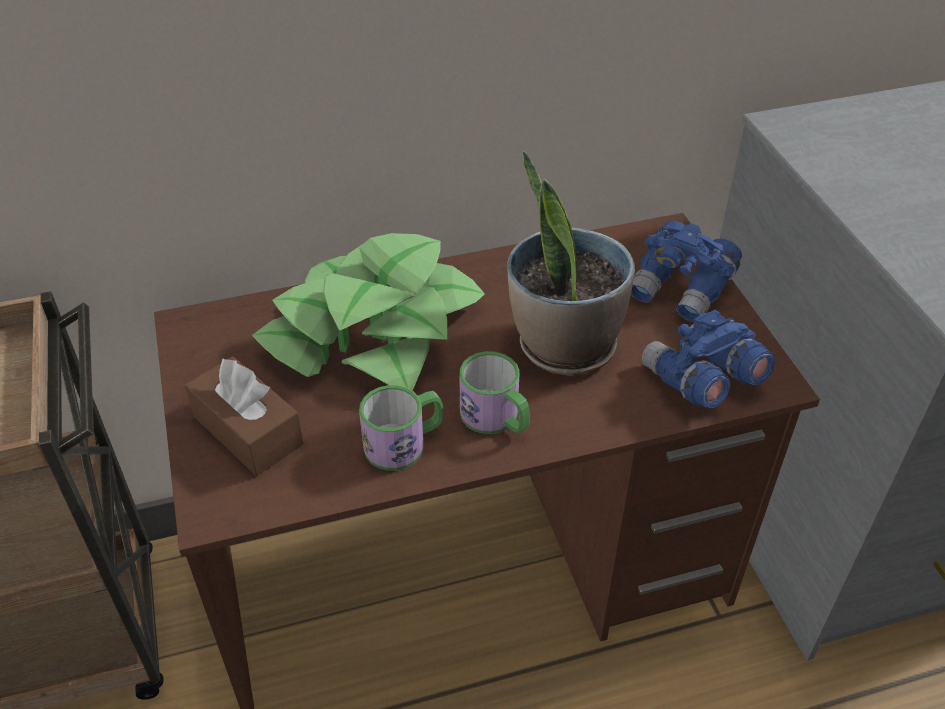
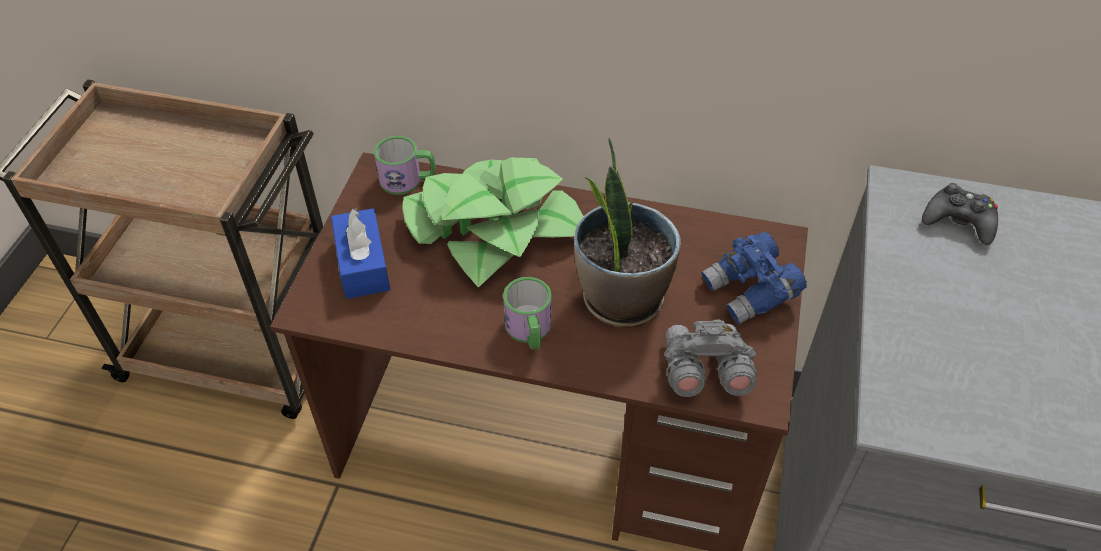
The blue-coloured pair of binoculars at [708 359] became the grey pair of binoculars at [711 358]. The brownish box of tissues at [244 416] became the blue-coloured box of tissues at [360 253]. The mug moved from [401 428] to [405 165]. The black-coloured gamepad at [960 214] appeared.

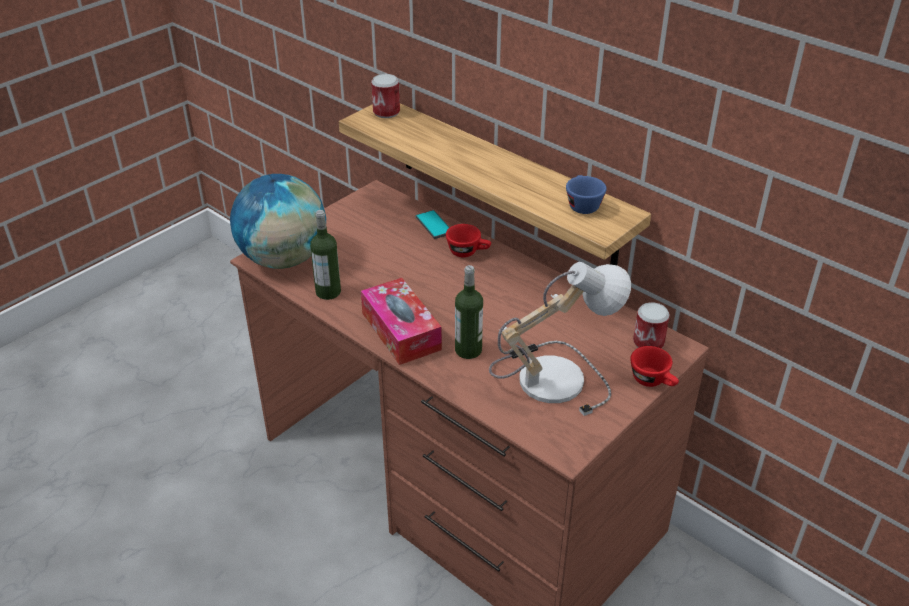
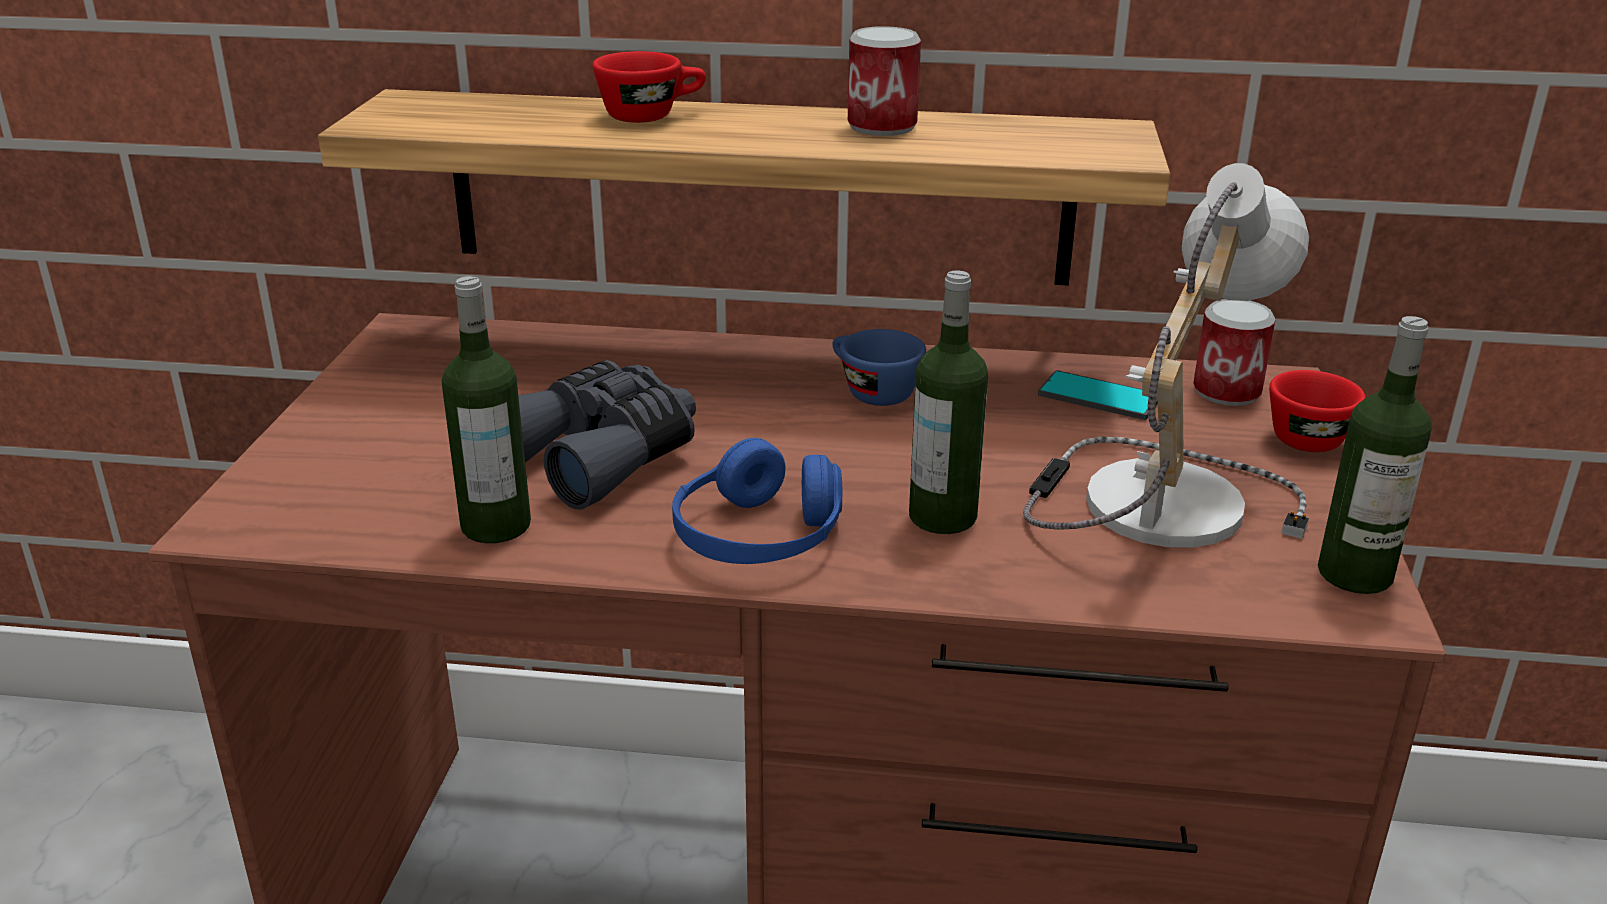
The can moved from [385 96] to [884 81]. The globe at [278 221] disappeared. The blue-coloured small cup moved from [586 194] to [879 367]. The handset moved from [433 224] to [1098 395]. The red small cup moved from [468 240] to [649 87]. The box of tissues at [401 321] was replaced by the blue-coloured headset at [757 501]. The bottle at [1375 455] appeared. The grey pair of binoculars at [607 435] appeared.

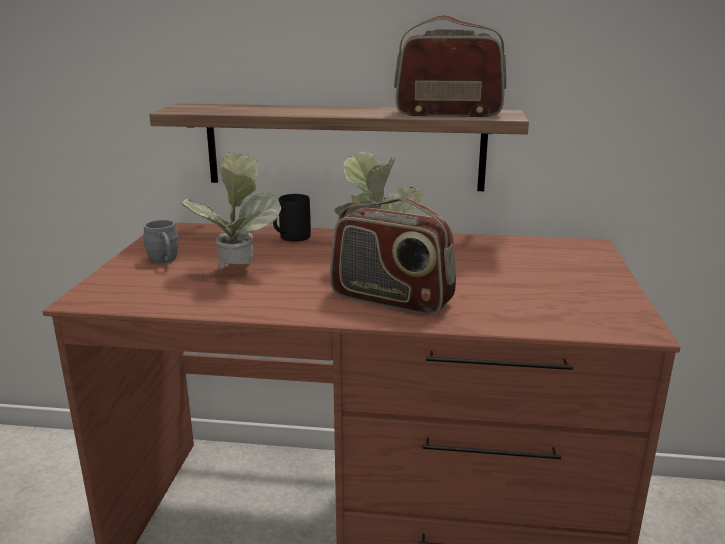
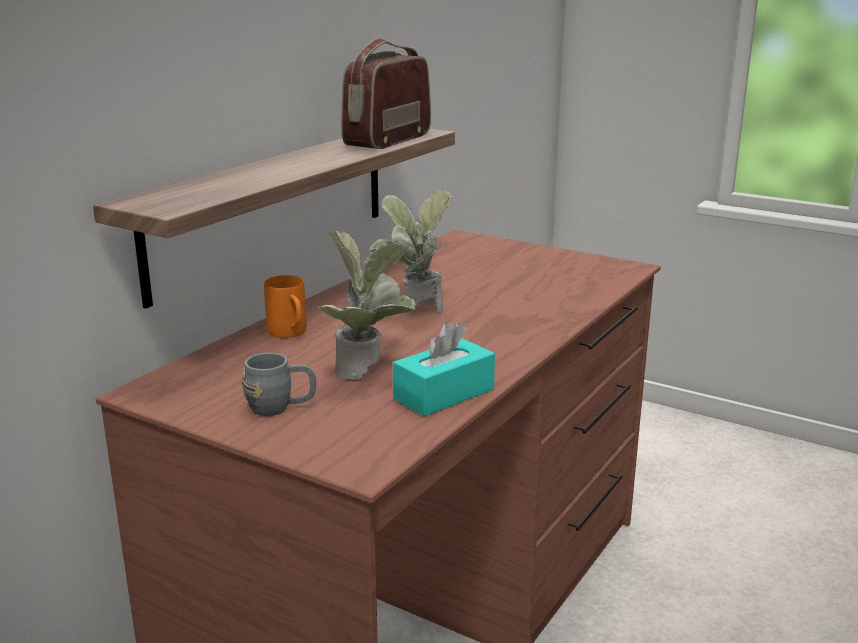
The black-coloured mug at [292 218] became the orange-coloured mug at [285 306]. The radio receiver at [393 256] disappeared. The turquoise-coloured box of tissues at [444 368] appeared.

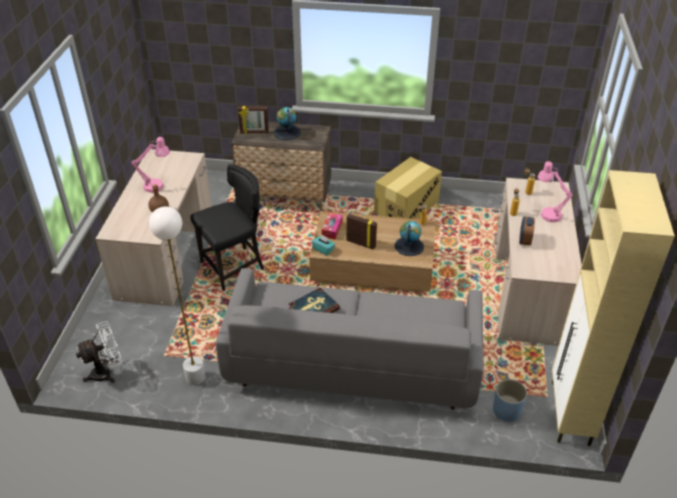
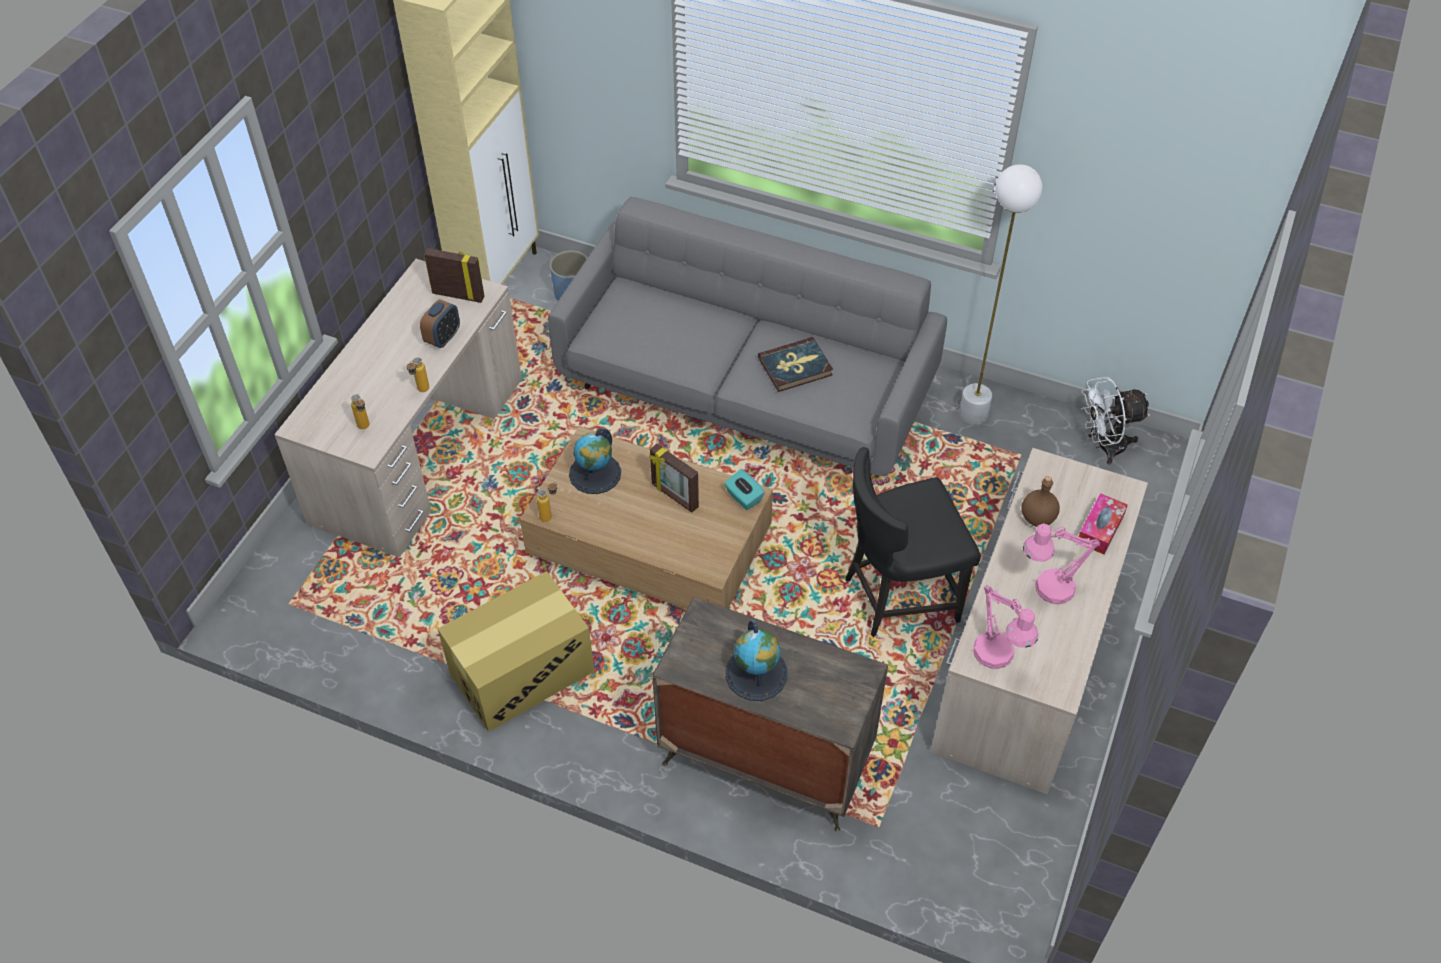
The standing frame moved from [253 120] to [454 275]. The pink-coloured lamp for a table moved from [555 191] to [1005 627]. The box of tissues moved from [332 226] to [1103 524].

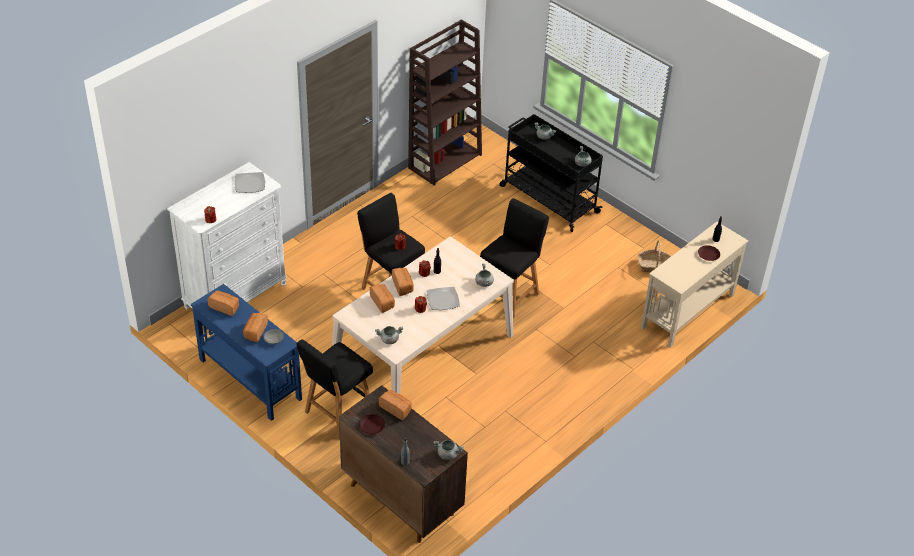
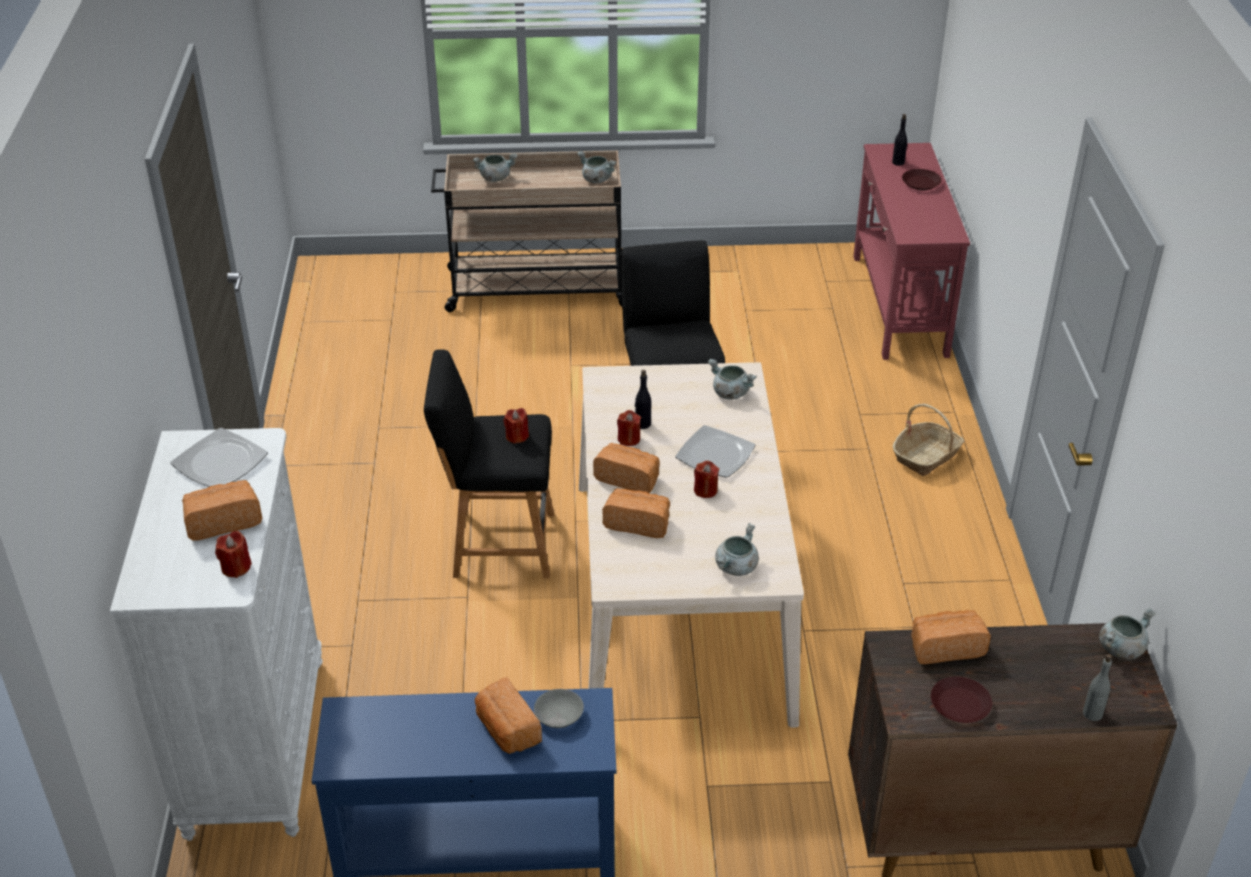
The brownish shelving unit at [445 102] disappeared. The black-coloured wheeled cart at [551 173] became the sand-coloured wheeled cart at [526 231]. The sand-coloured narrow table at [694 285] became the red narrow table at [911 251]. The storage basket moved from [654 256] to [928 440]. The bread moved from [223 303] to [222 510]. The black-coloured stool seat at [334 389] disappeared.

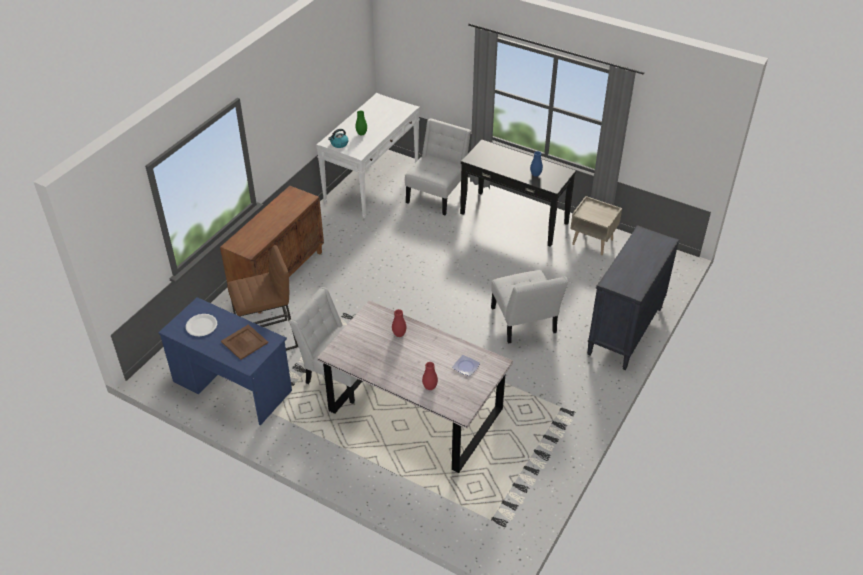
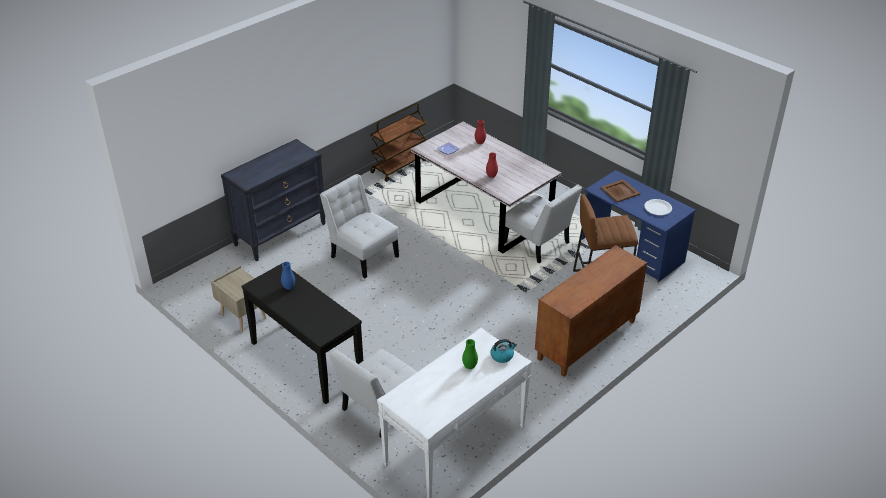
The whitish plain chair at [529 307] turned 45 degrees counterclockwise. The brownish wheeled cart at [398 142] appeared.

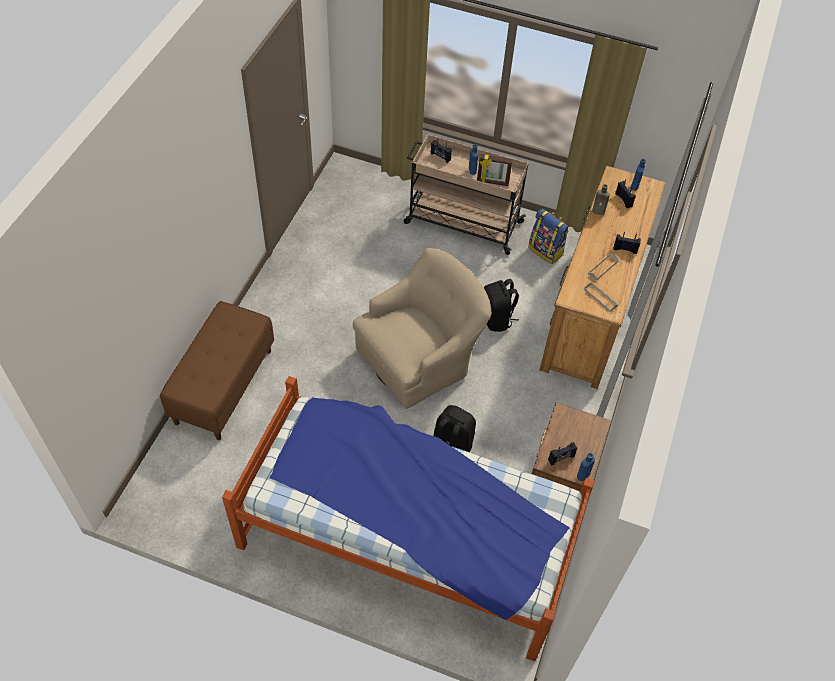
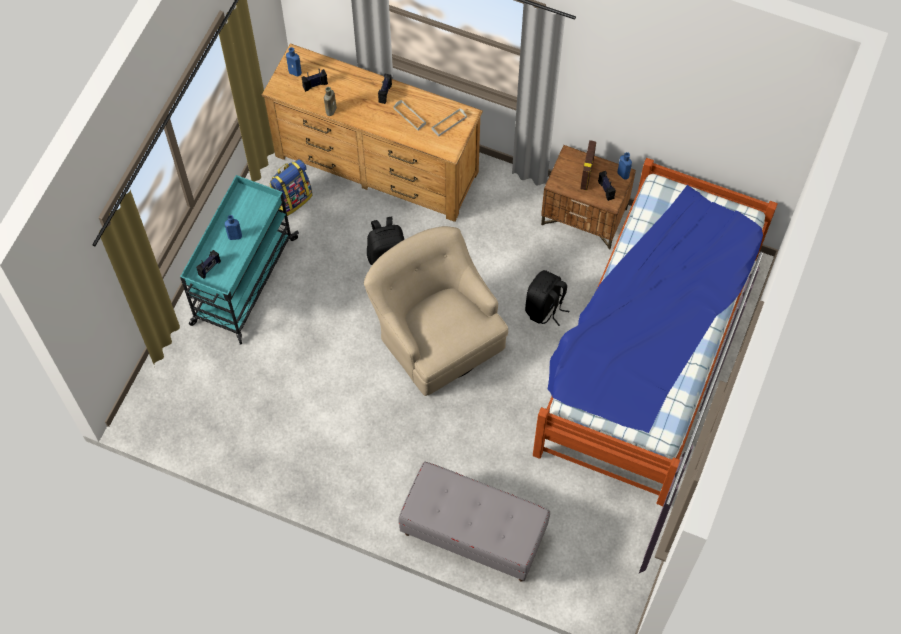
The sand-coloured wheeled cart at [466 194] became the turquoise-coloured wheeled cart at [239 259]. The standing frame moved from [495 170] to [588 165]. The brownish indoor bench at [217 370] became the grey indoor bench at [474 521].

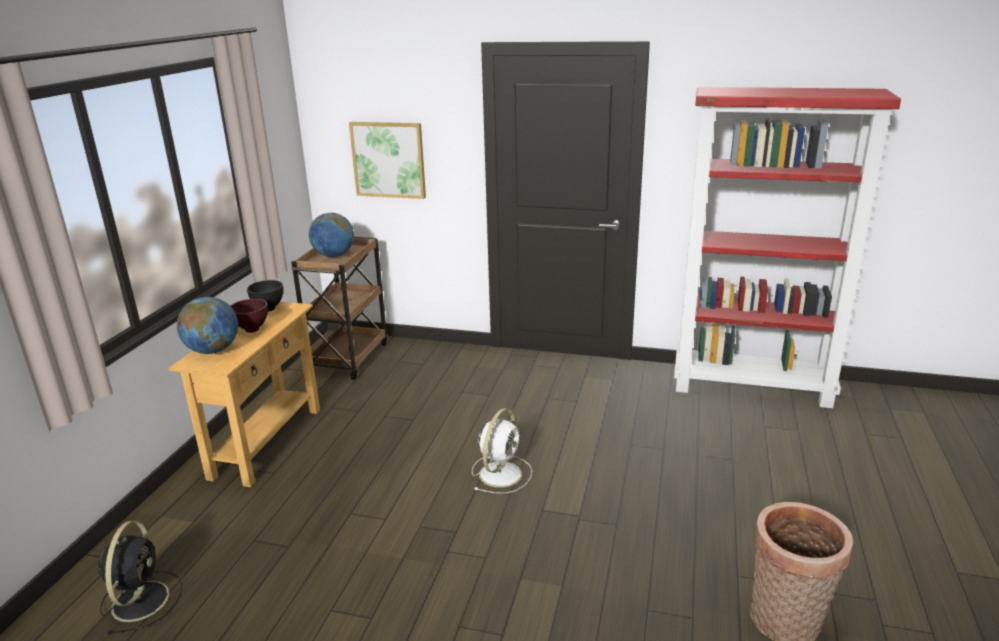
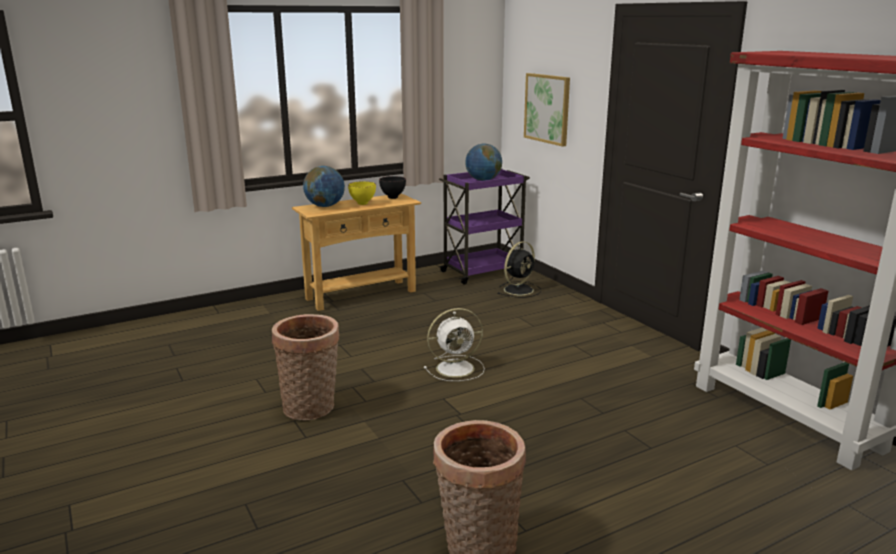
The brownish wheeled cart at [339 308] became the purple wheeled cart at [484 226]. The brownish bowl at [249 316] became the yellow-coloured bowl at [362 193]. The black-coloured electric fan moved from [140 577] to [519 269]. The storage basket at [305 367] appeared.

